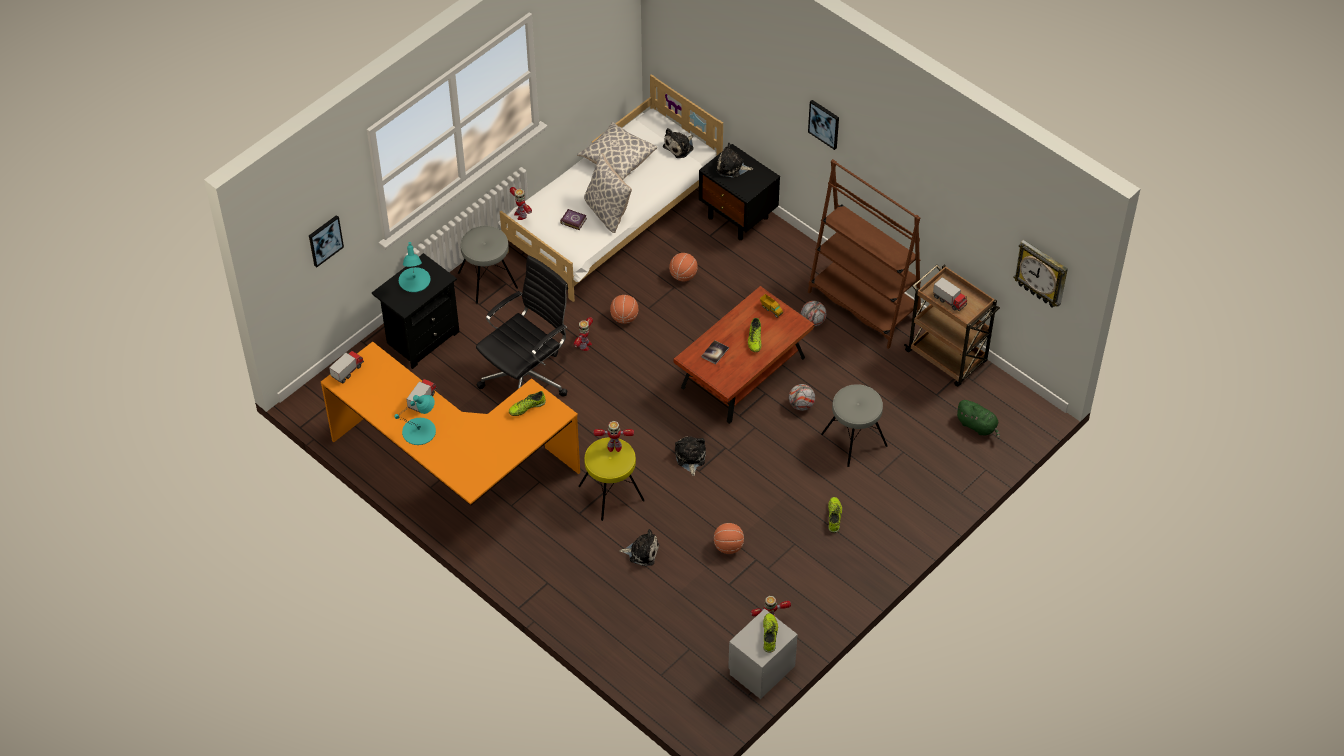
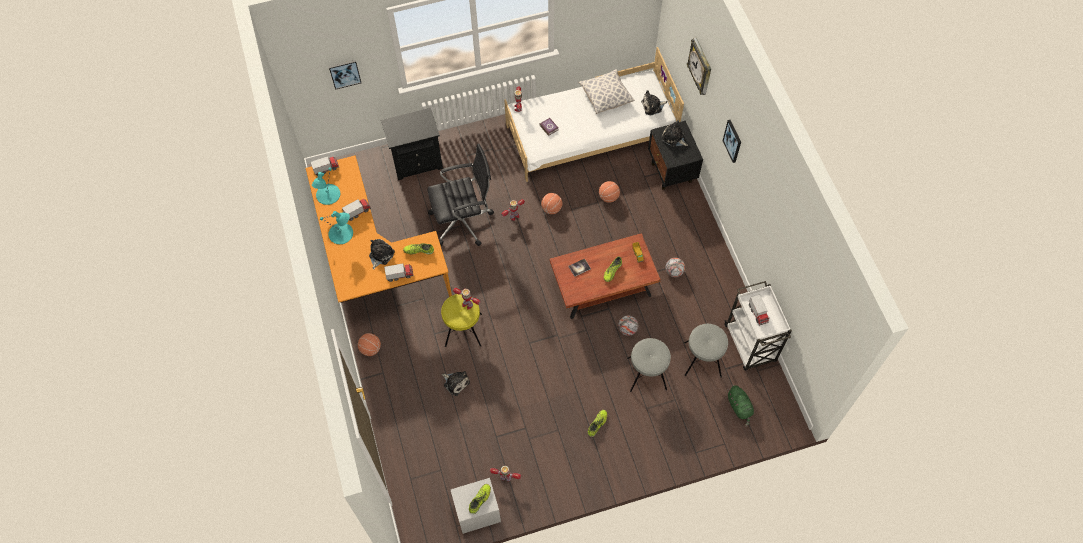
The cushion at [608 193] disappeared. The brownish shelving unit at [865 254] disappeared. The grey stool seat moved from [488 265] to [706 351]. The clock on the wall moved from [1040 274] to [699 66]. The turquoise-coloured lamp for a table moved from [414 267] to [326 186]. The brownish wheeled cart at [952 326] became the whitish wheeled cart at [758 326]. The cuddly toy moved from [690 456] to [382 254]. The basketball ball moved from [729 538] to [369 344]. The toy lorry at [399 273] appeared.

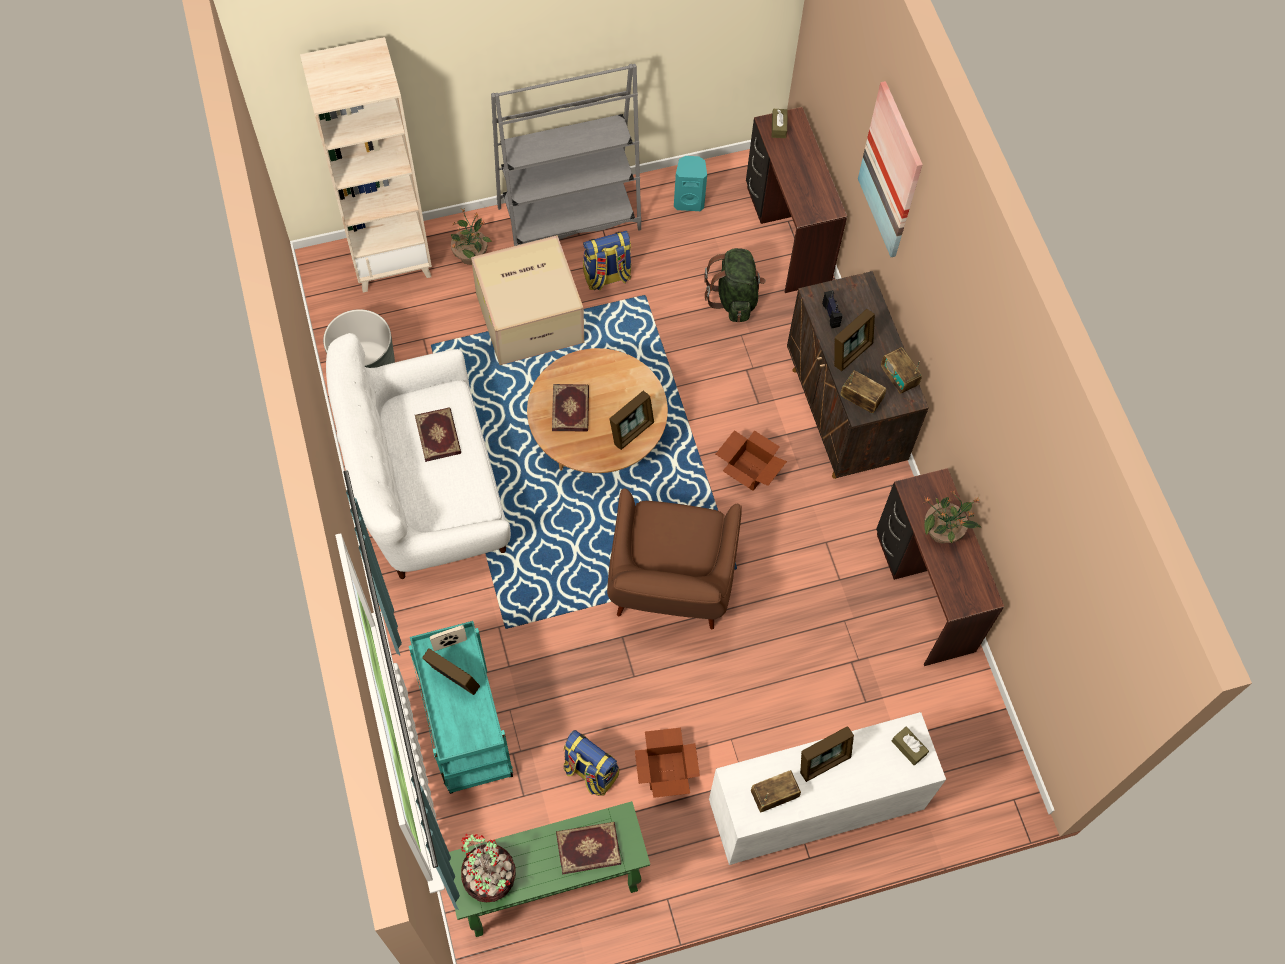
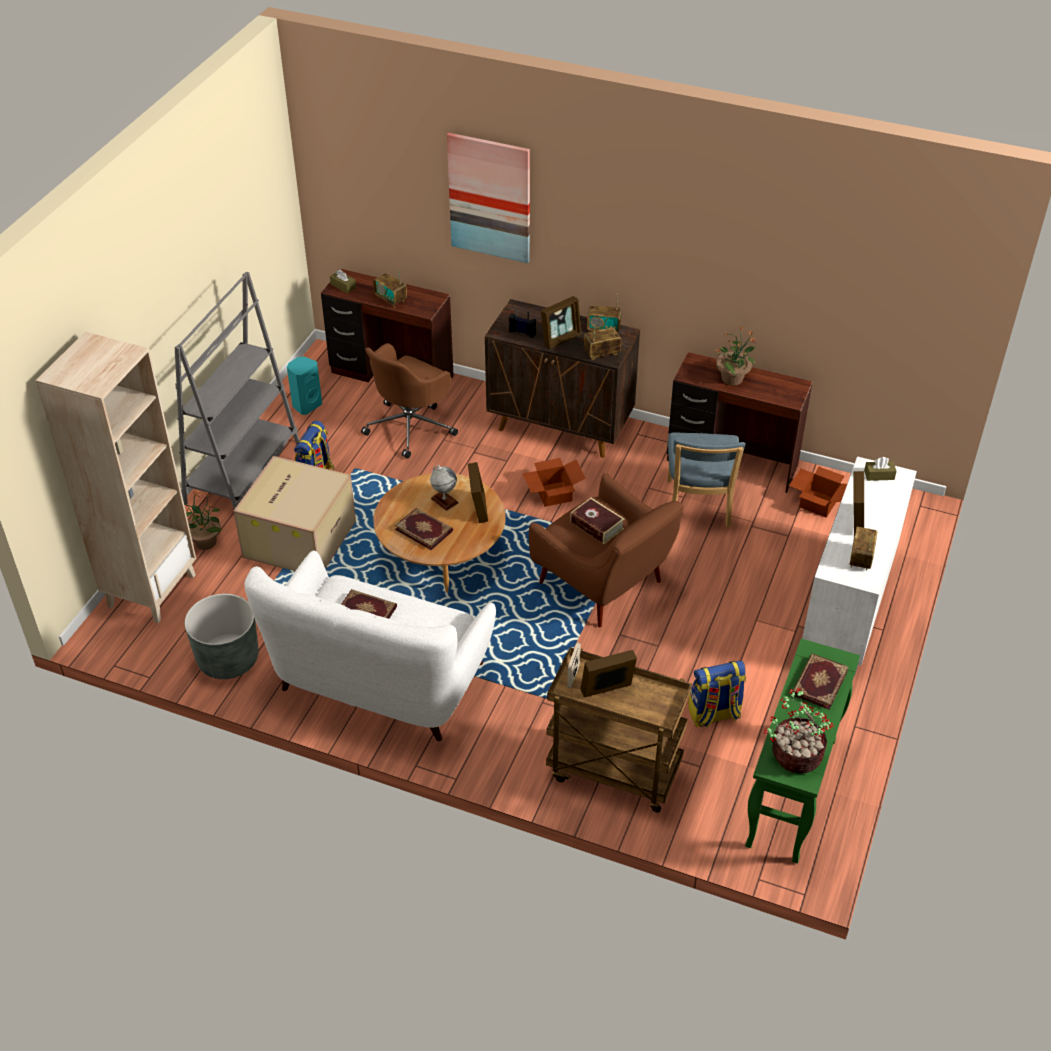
The greenish rucksack at [735 285] was replaced by the brownish computer chair at [409 401]. The standing frame at [854 340] turned 60 degrees clockwise. The turquoise-coloured wheeled cart at [461 707] became the brownish wheeled cart at [619 730]. The carton moved from [667 763] to [818 492]. The radio receiver at [390 288] appeared. The blue-coloured plain chair at [706 479] appeared. The globe at [444 488] appeared. The book at [597 521] appeared.

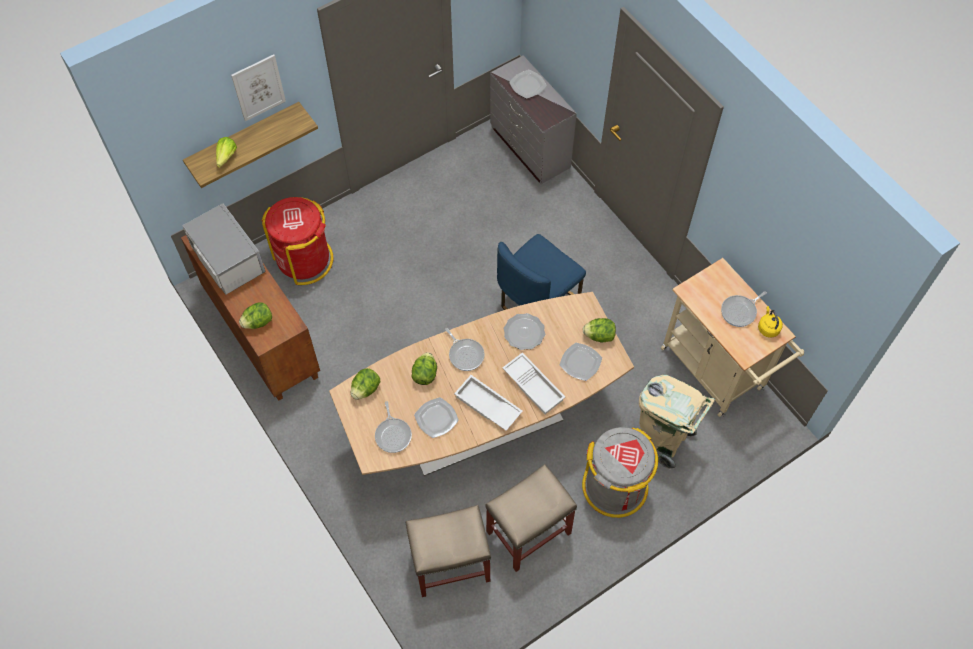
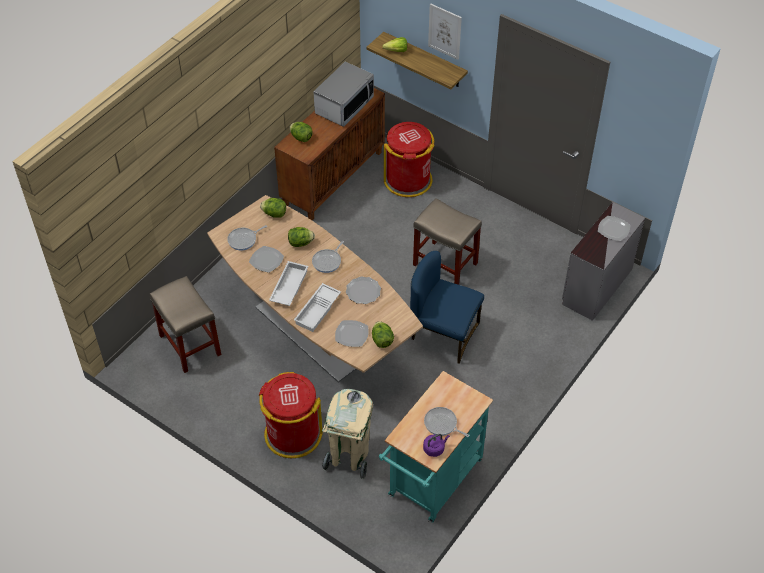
The sand-coloured wheeled cart at [732 337] became the turquoise-coloured wheeled cart at [436 447]. The yellow-coloured kettle at [770 322] became the purple kettle at [436 445]. The grey trash can at [620 472] became the red trash can at [291 415]. The sand-coloured stool seat moved from [531 518] to [447 241].

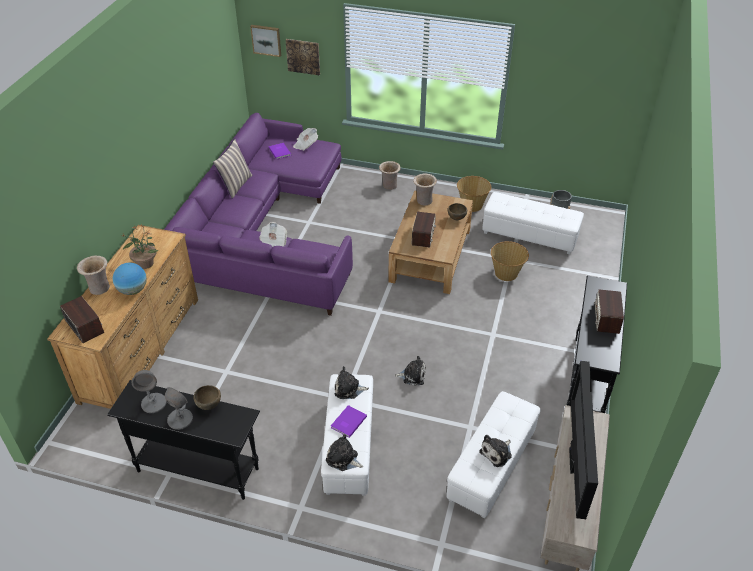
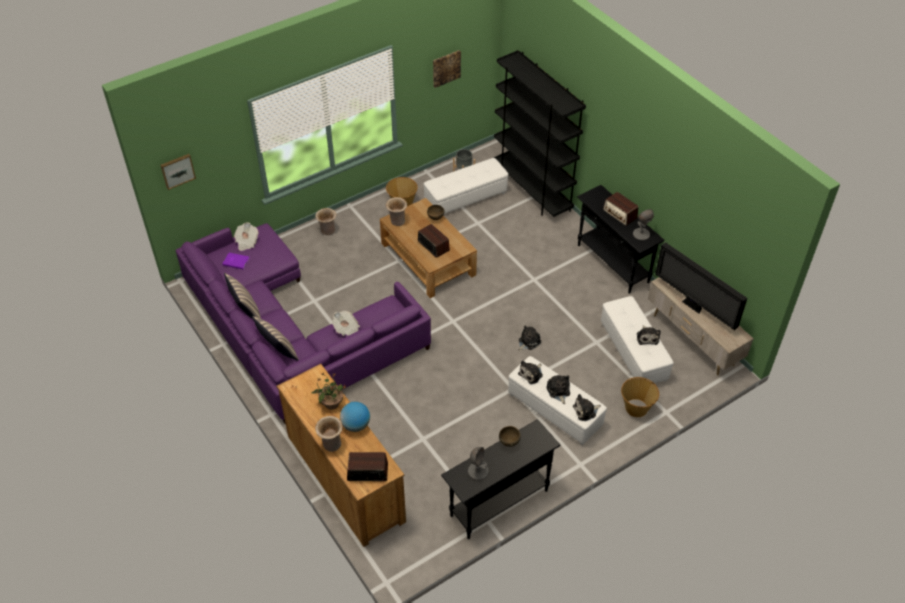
The picture moved from [303 57] to [447 69]. The storage basket moved from [510 261] to [640 397]. The grey lamp for a table moved from [179 408] to [643 225]. The purple book at [349 421] was replaced by the cuddly toy at [558 389]. The black-coloured shelving unit at [539 133] appeared. The cushion at [275 338] appeared.

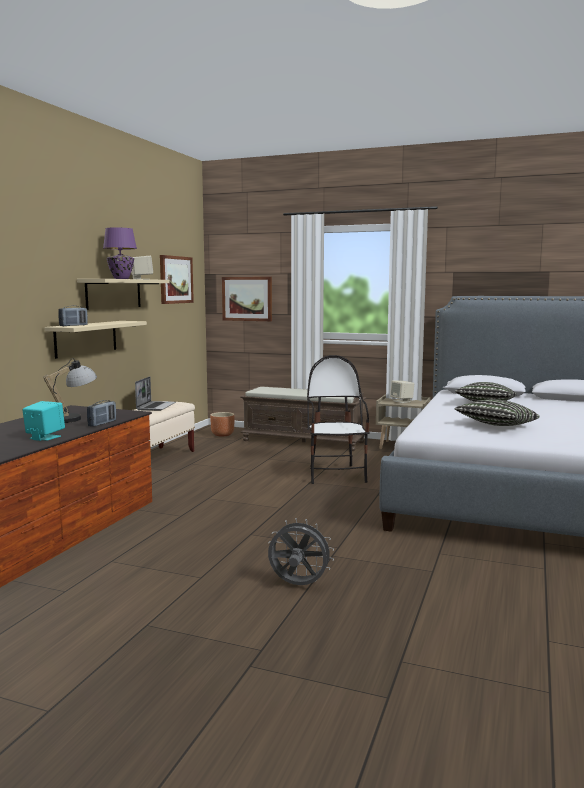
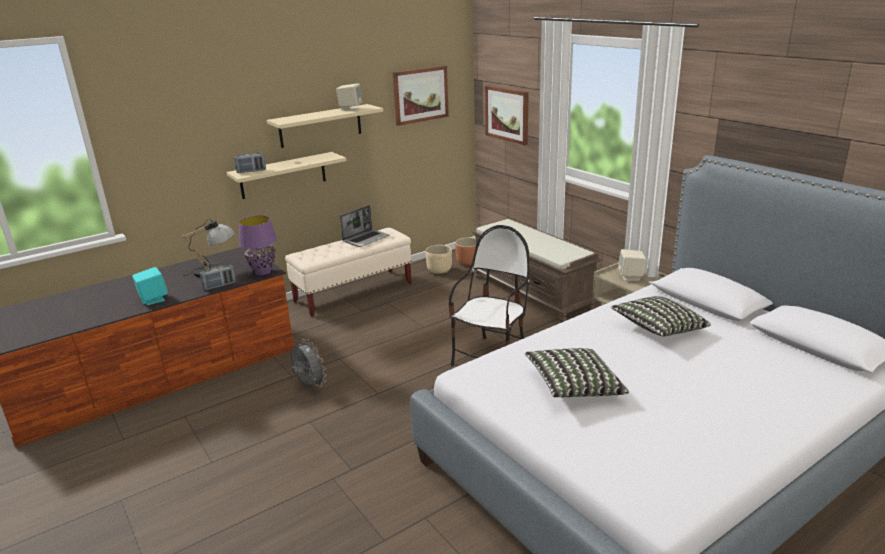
The purple lamp for a table moved from [120 253] to [258 245]. The grey electric fan moved from [301 551] to [309 363]. The sand-coloured plant pot at [439 259] appeared.

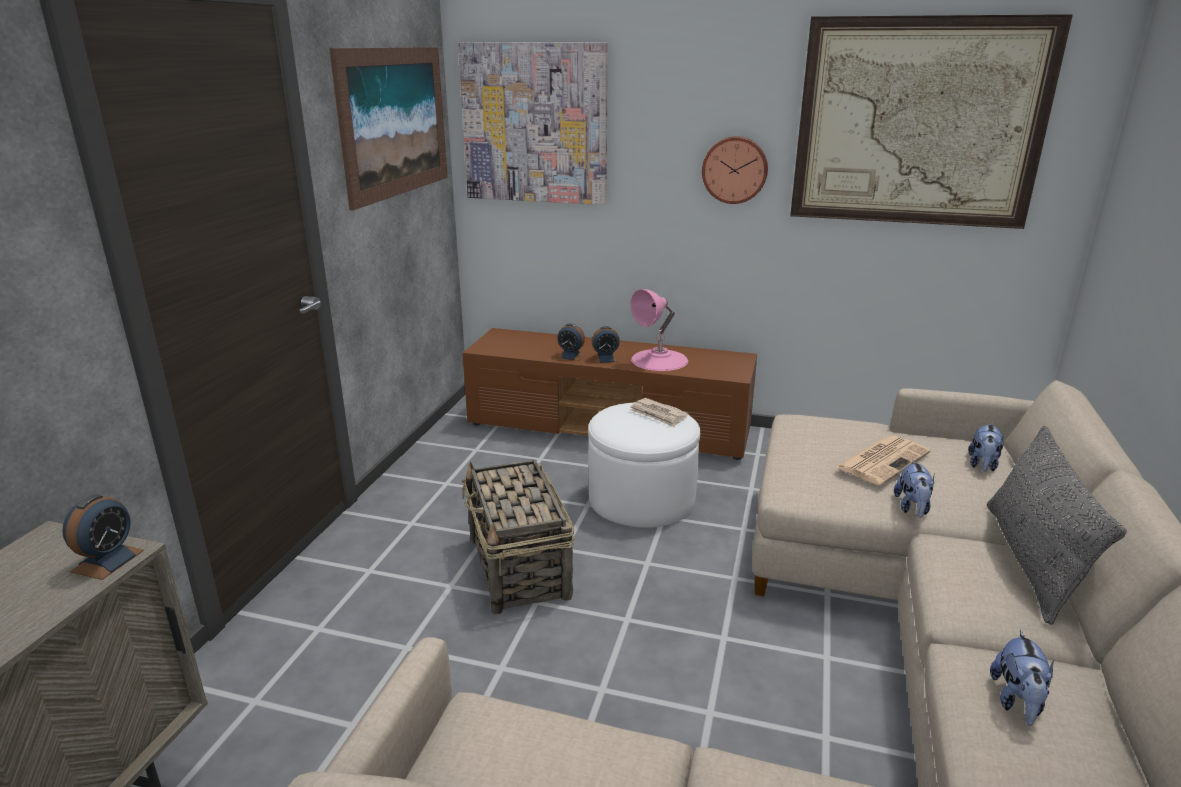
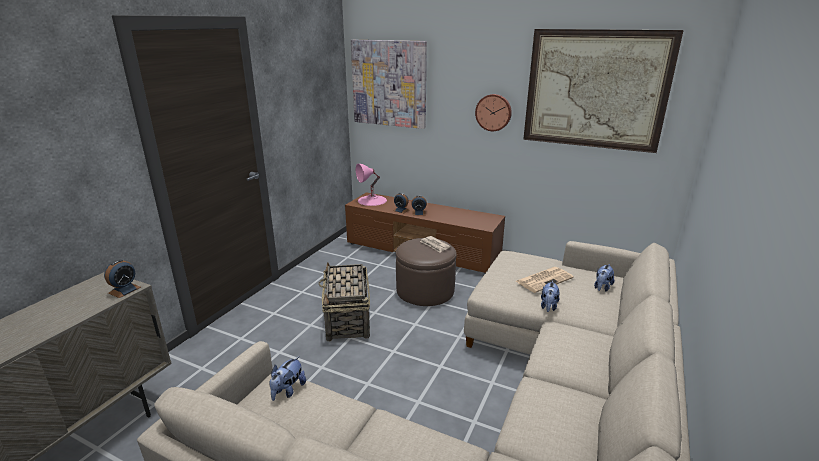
The picture at [388 128] disappeared. The pink-coloured lamp for a table moved from [659 330] to [371 185]. The whitish ottoman at [644 465] became the brownish ottoman at [426 272]. The grey cushion at [1057 525] disappeared. The cuddly toy moved from [1022 678] to [287 378].

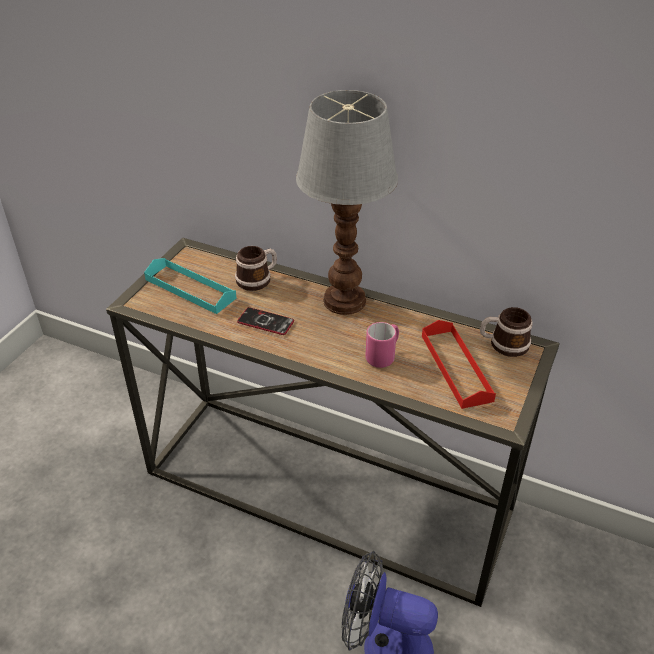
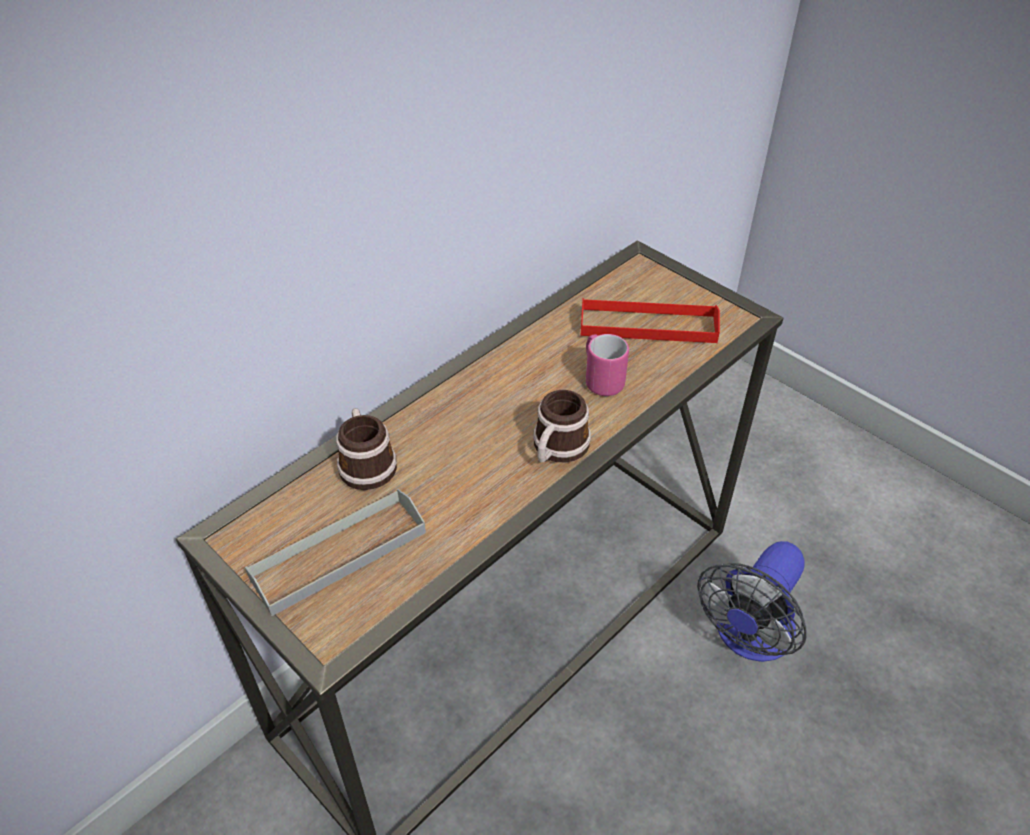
The lamp for a table at [347 202] disappeared. The turquoise-coloured carrying tray at [190 286] became the grey carrying tray at [335 552]. The handset at [265 321] disappeared. The mug moved from [506 332] to [562 426].

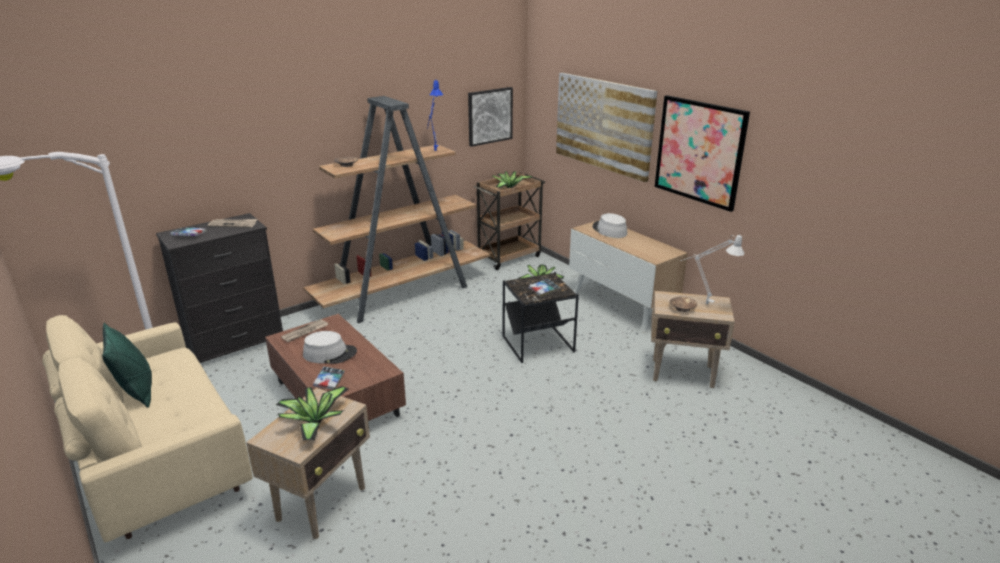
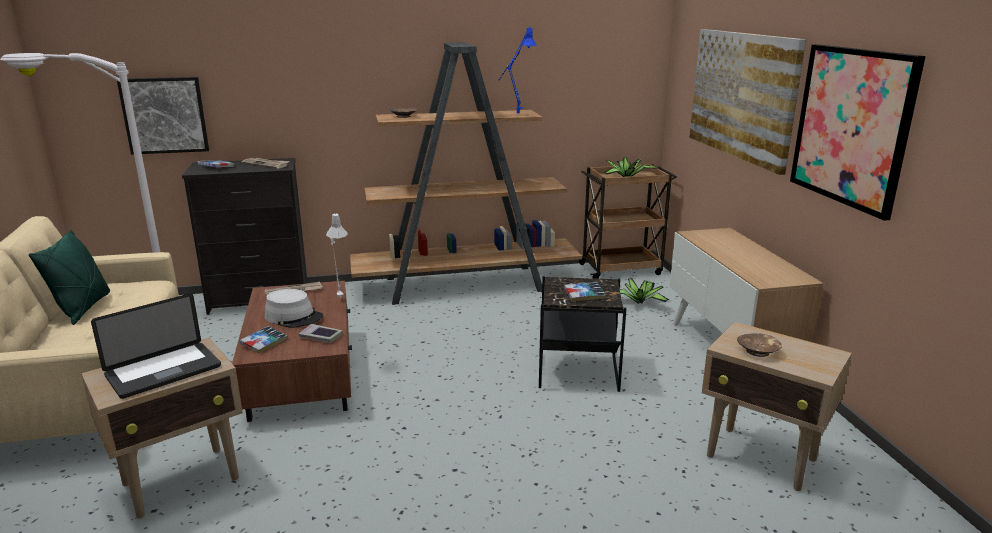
The picture moved from [490 117] to [163 116]. The grey clothing hat at [610 225] disappeared. The grey lamp for a table moved from [712 269] to [337 255]. The potted plant at [312 413] was replaced by the portable computer at [156 346]. The book at [321 333] appeared.

